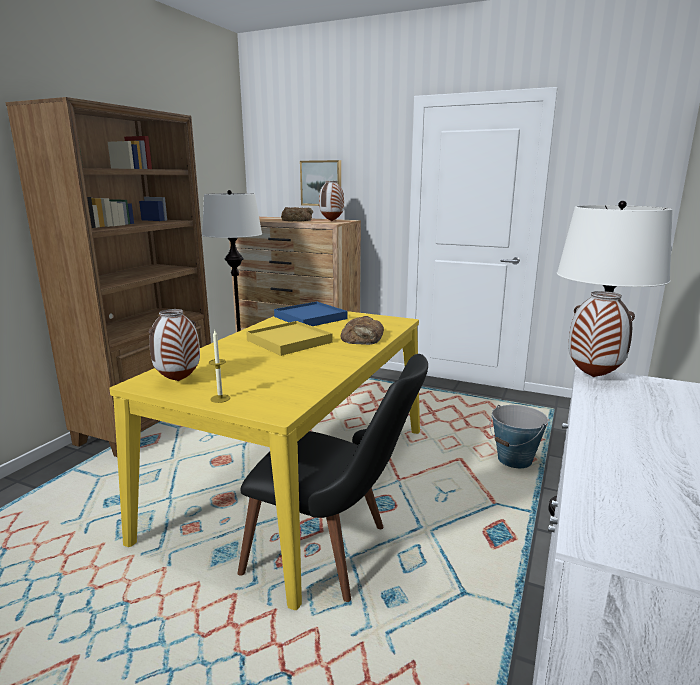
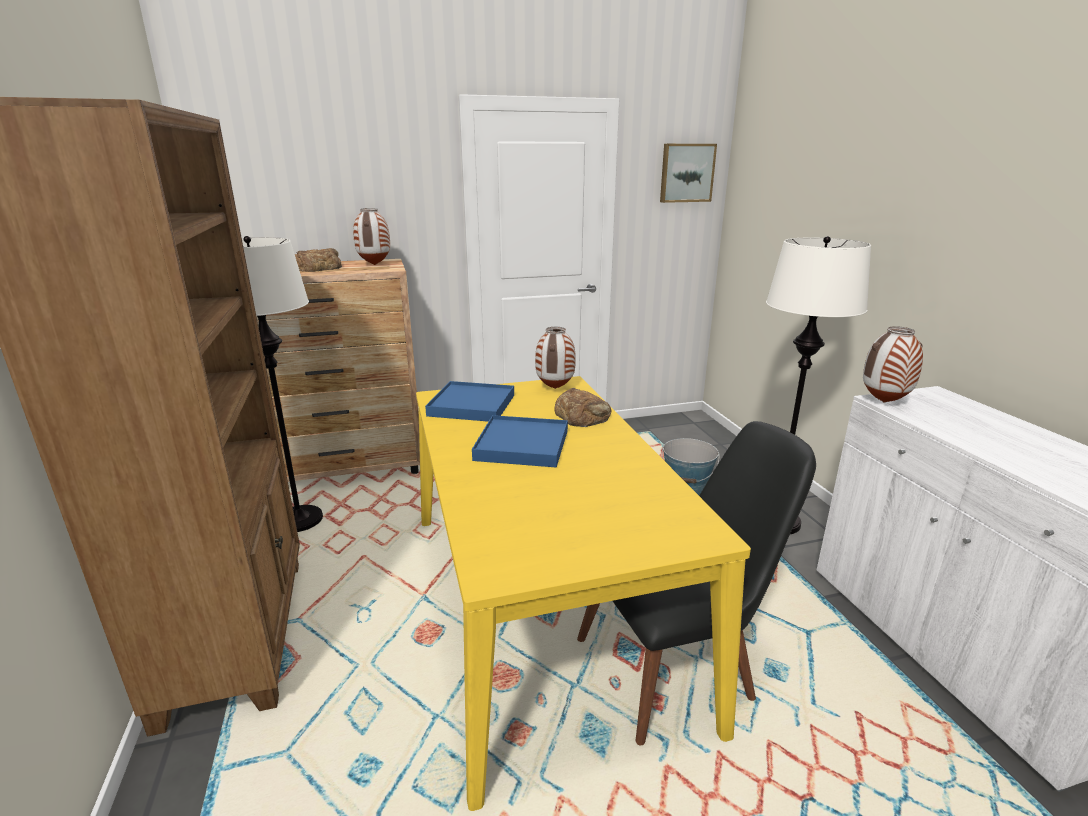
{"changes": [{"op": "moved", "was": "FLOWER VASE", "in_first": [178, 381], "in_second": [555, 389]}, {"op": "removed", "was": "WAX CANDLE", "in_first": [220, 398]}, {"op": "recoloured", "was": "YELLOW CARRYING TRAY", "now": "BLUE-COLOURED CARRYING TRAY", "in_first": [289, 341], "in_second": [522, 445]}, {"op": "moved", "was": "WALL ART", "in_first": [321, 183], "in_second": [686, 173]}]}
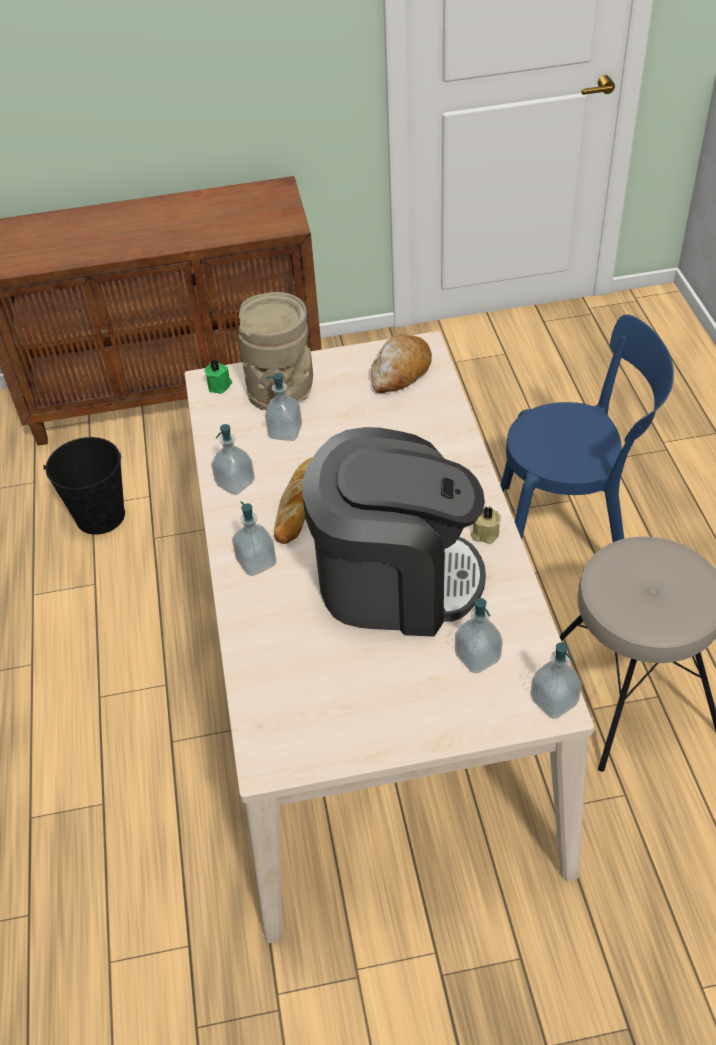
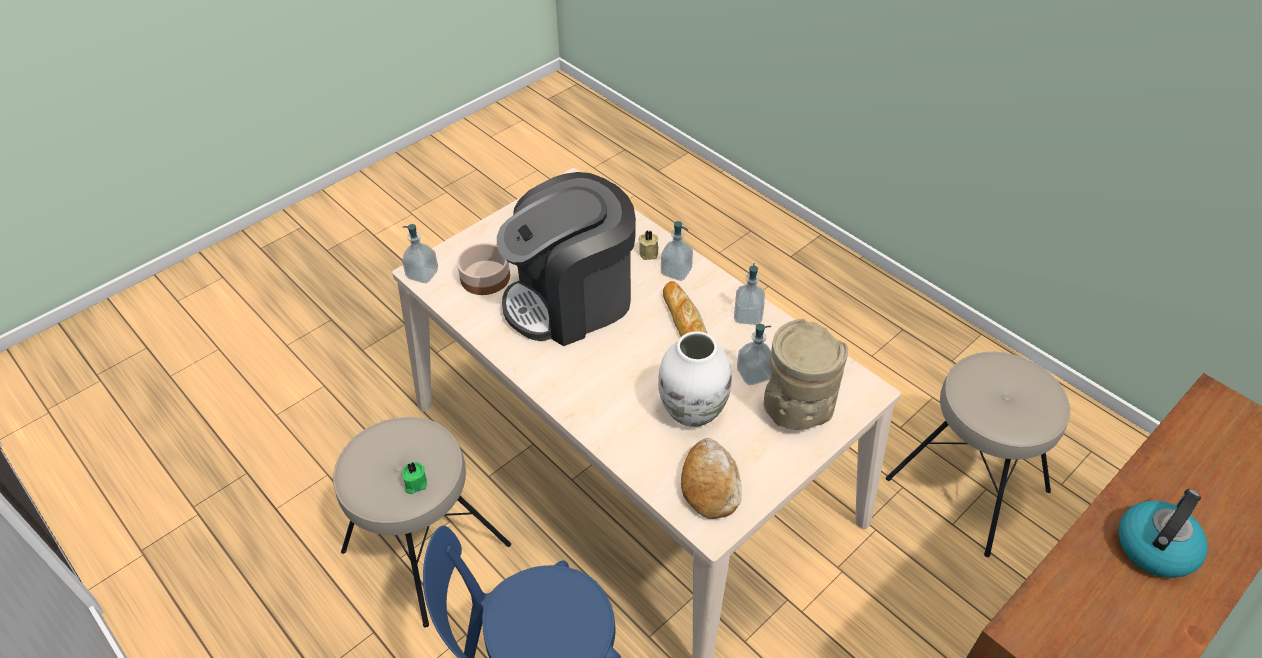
{"changes": [{"op": "replaced", "was": "BLACK-COLOURED WATER BUCKET", "now": "BEIGE-COLOURED STOOL SEAT", "in_first": [100, 516], "in_second": [968, 483]}, {"op": "moved", "was": "GREEN WAX CANDLE", "in_first": [220, 385], "in_second": [415, 483]}, {"op": "replaced", "was": "LIQUID SOAP BOTTLE", "now": "BOWL", "in_first": [477, 657], "in_second": [485, 278]}, {"op": "moved", "was": "BEIGE-COLOURED WAX CANDLE", "in_first": [485, 533], "in_second": [649, 252]}, {"op": "added", "now": "WHITE-COLOURED FLOWER VASE", "in_second": [693, 411]}, {"op": "added", "now": "TEA KETTLE", "in_second": [1155, 546]}]}
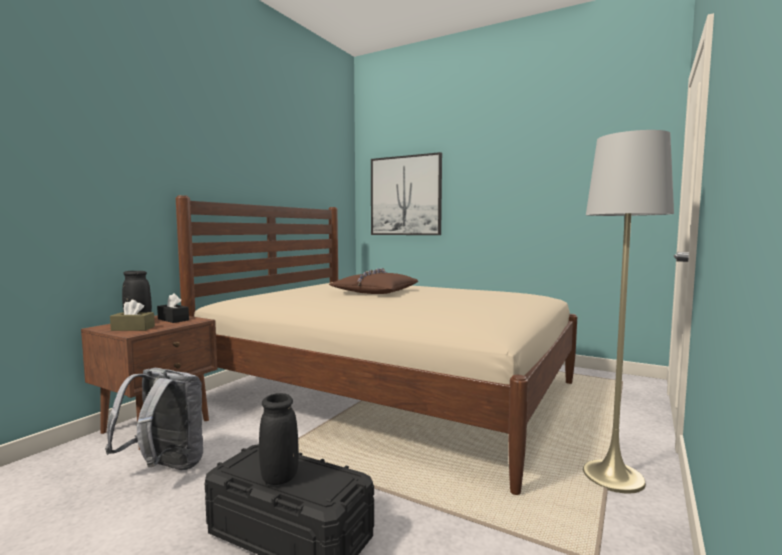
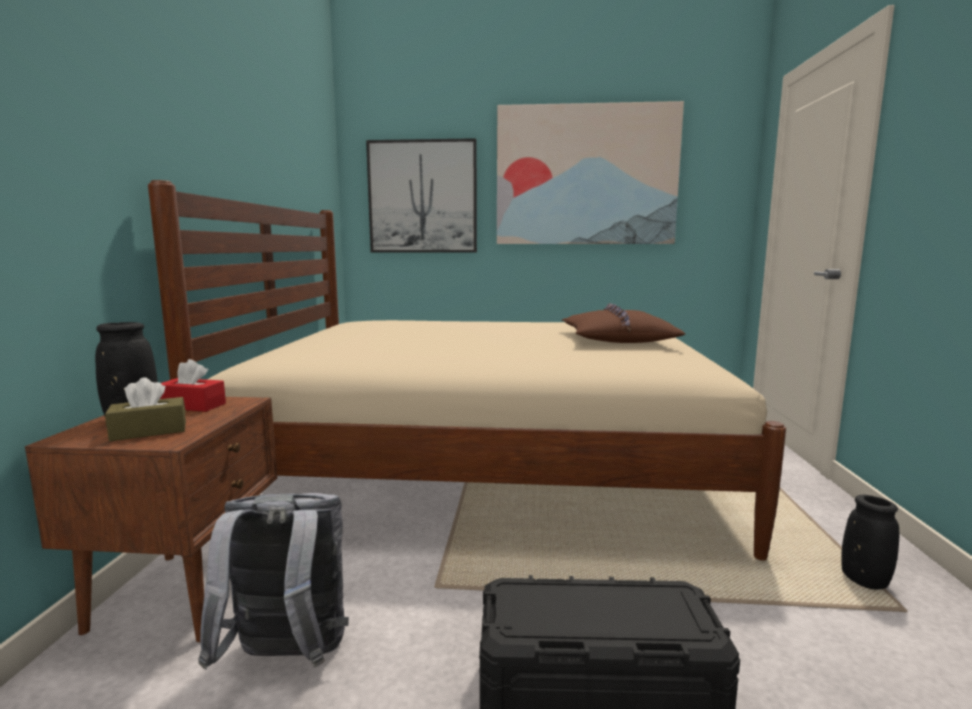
{"changes": [{"op": "recoloured", "was": "BLACK-COLOURED TISSUE BOX", "now": "RED TISSUE BOX", "in_first": [173, 319], "in_second": [192, 405]}, {"op": "moved", "was": "BLACK-COLOURED FLOWER VASE", "in_first": [280, 477], "in_second": [864, 581]}, {"op": "moved", "was": "BROWN-COLOURED PILLOW", "in_first": [375, 292], "in_second": [617, 339]}, {"op": "removed", "was": "GREY STANDARD LAMP", "in_first": [613, 476]}, {"op": "added", "now": "WALL ART", "in_second": [586, 175]}]}
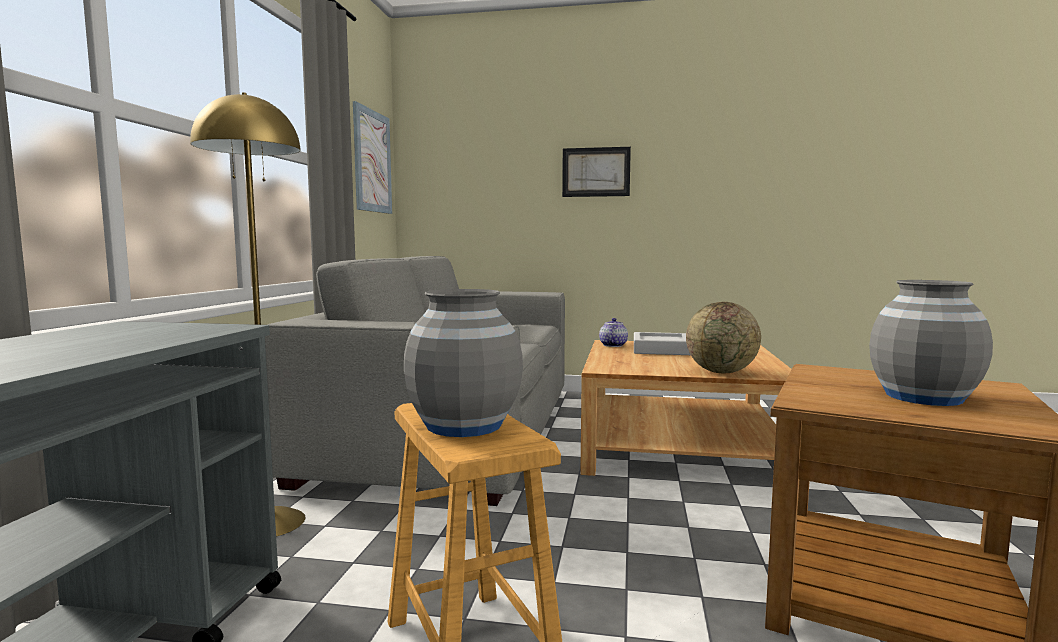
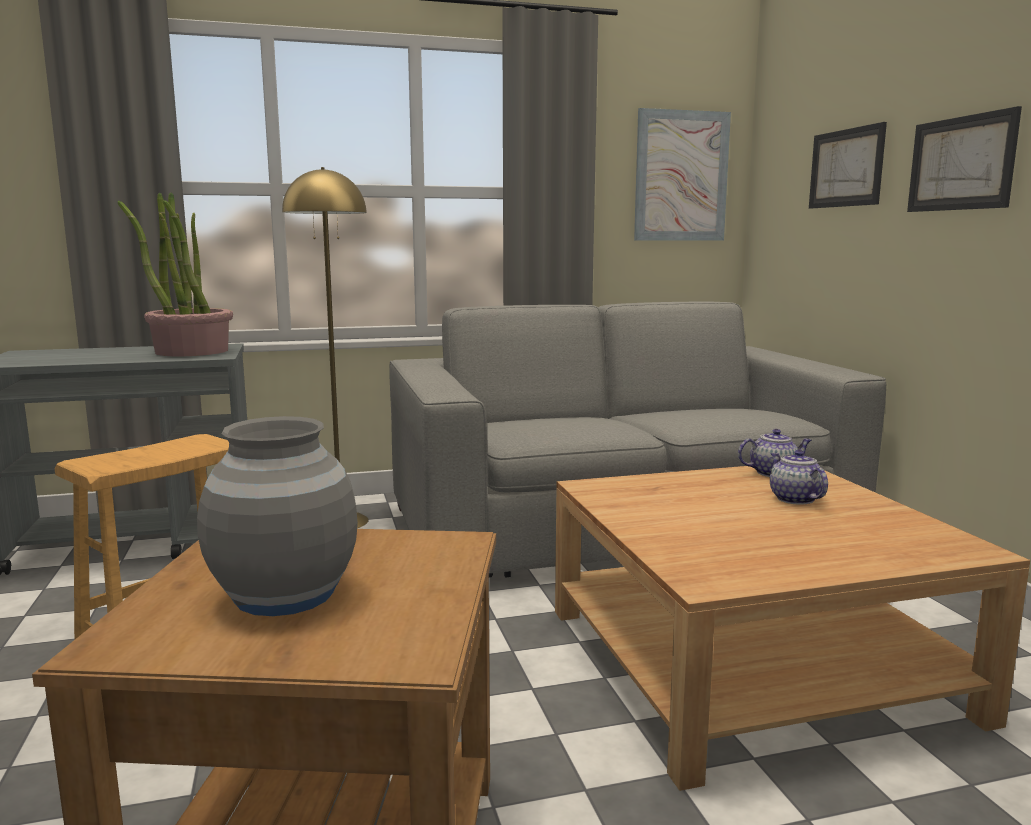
{"changes": [{"op": "removed", "was": "GREY FLOWER VASE", "in_first": [464, 425]}, {"op": "replaced", "was": "GREY CARRYING TRAY", "now": "TEA POT", "in_first": [661, 349], "in_second": [793, 499]}, {"op": "removed", "was": "WORLD GLOBE", "in_first": [721, 372]}, {"op": "added", "now": "HOUSEPLANT", "in_second": [191, 351]}, {"op": "added", "now": "WALL ART", "in_second": [846, 168]}]}
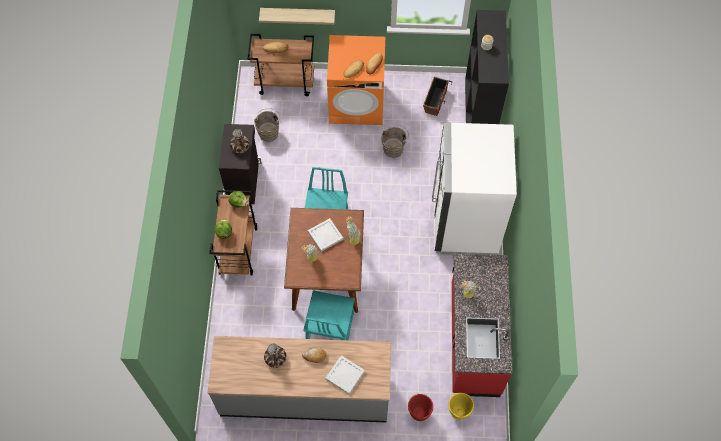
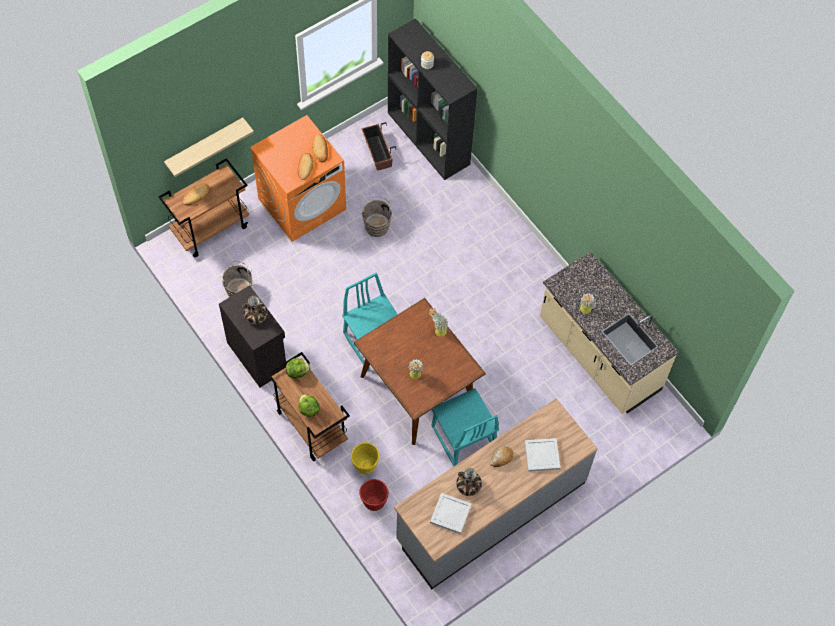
{"changes": [{"op": "moved", "was": "WHITE-COLOURED CARRYING TRAY", "in_first": [325, 236], "in_second": [451, 514]}, {"op": "moved", "was": "RED PLANTER", "in_first": [419, 413], "in_second": [374, 502]}, {"op": "removed", "was": "WHITE-COLOURED REFRIGERATOR", "in_first": [465, 222]}, {"op": "moved", "was": "YELLOW PLANTER", "in_first": [458, 412], "in_second": [365, 467]}, {"op": "recoloured", "was": "RED COUNTER", "now": "BEIGE-COLOURED COUNTER", "in_first": [473, 340], "in_second": [598, 356]}]}
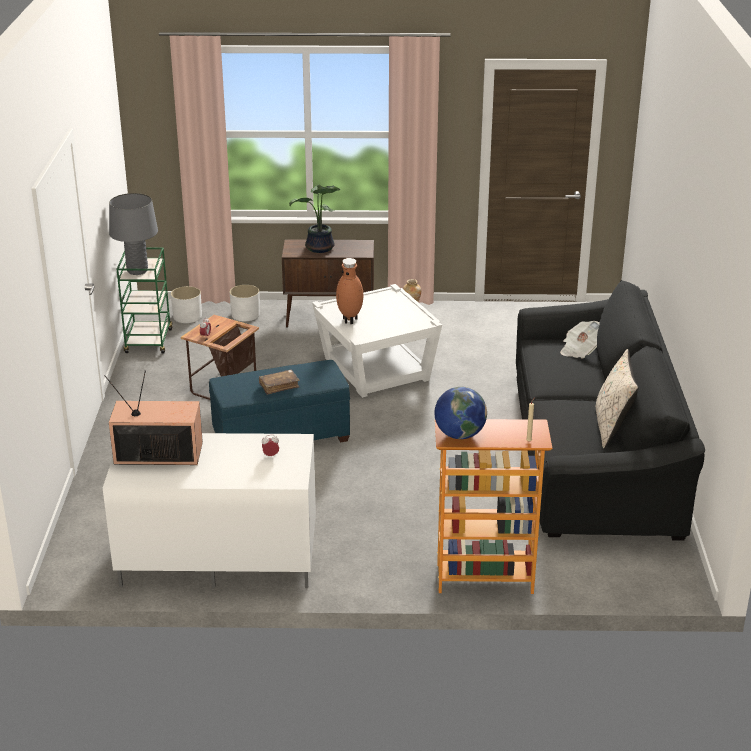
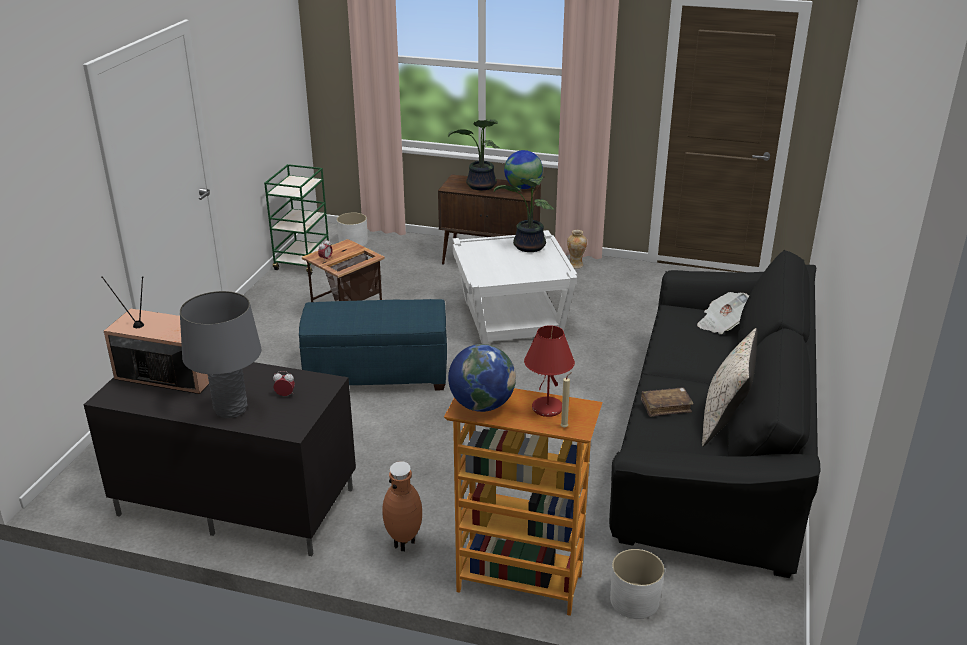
{"changes": [{"op": "recoloured", "was": "WHITE-COLOURED TV STAND", "now": "BLACK-COLOURED TV STAND", "in_first": [217, 560], "in_second": [234, 503]}, {"op": "moved", "was": "GREY LAMP FOR A TABLE", "in_first": [137, 271], "in_second": [231, 409]}, {"op": "moved", "was": "WHITE-COLOURED PLANTER", "in_first": [245, 315], "in_second": [635, 601]}, {"op": "moved", "was": "BROWN-COLOURED BOOK", "in_first": [279, 386], "in_second": [666, 406]}, {"op": "moved", "was": "BROWN-COLOURED FLOWER VASE", "in_first": [350, 320], "in_second": [404, 543]}, {"op": "added", "now": "HOUSEPLANT", "in_second": [528, 247]}, {"op": "added", "now": "WORLD GLOBE", "in_second": [523, 187]}, {"op": "added", "now": "RED LAMP FOR A TABLE", "in_second": [547, 409]}]}
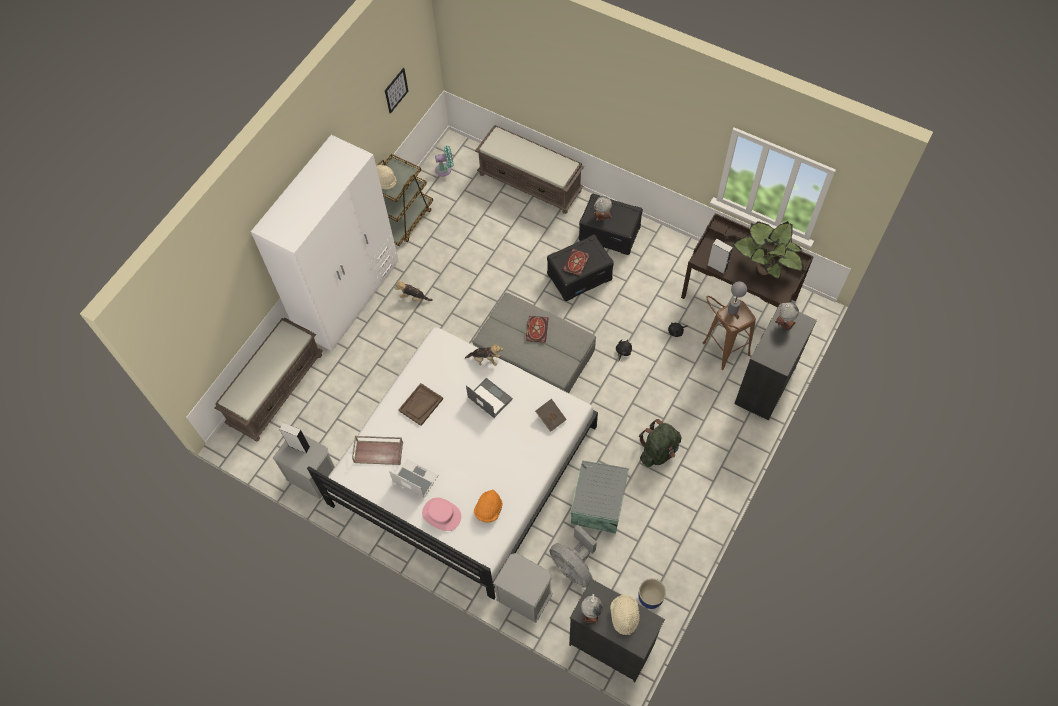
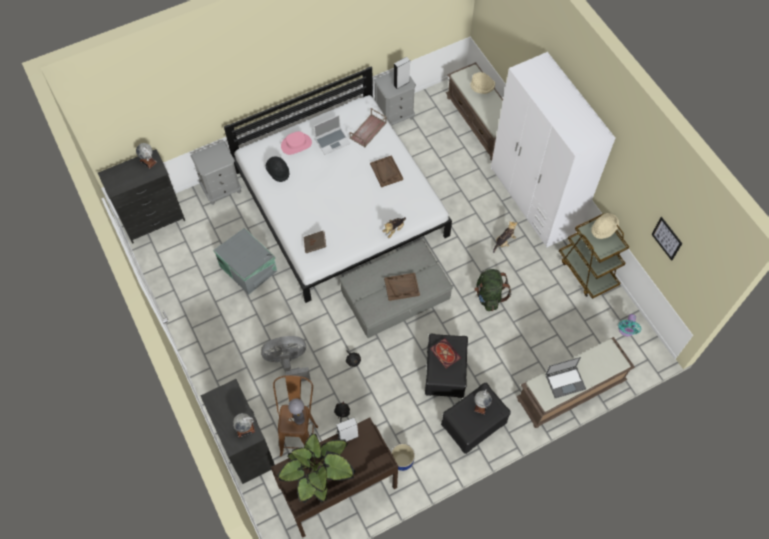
{"changes": [{"op": "moved", "was": "PORTABLE COMPUTER", "in_first": [489, 398], "in_second": [565, 381]}, {"op": "recoloured", "was": "ORANGEY CLOTHING HAT", "now": "BLACK-COLOURED CLOTHING HAT", "in_first": [488, 509], "in_second": [278, 172]}, {"op": "replaced", "was": "BOOK", "now": "BROWN-COLOURED CARRYING TRAY", "in_first": [536, 329], "in_second": [402, 287]}, {"op": "moved", "was": "GREY FAN", "in_first": [574, 566], "in_second": [288, 362]}, {"op": "moved", "was": "BEIGE-COLOURED CLOTHING HAT", "in_first": [624, 616], "in_second": [482, 88]}, {"op": "moved", "was": "GREEN RUCKSACK", "in_first": [659, 451], "in_second": [489, 296]}, {"op": "moved", "was": "BLUE-COLOURED PLANTER", "in_first": [650, 598], "in_second": [402, 460]}]}
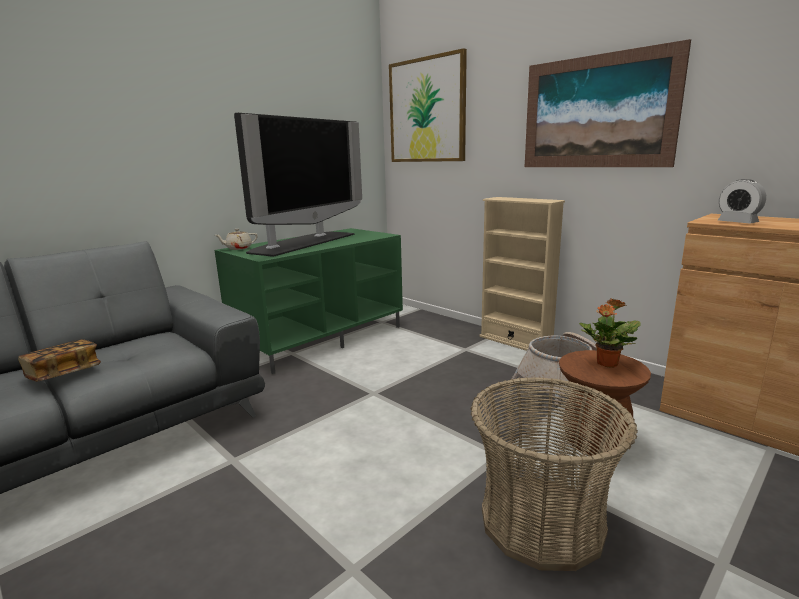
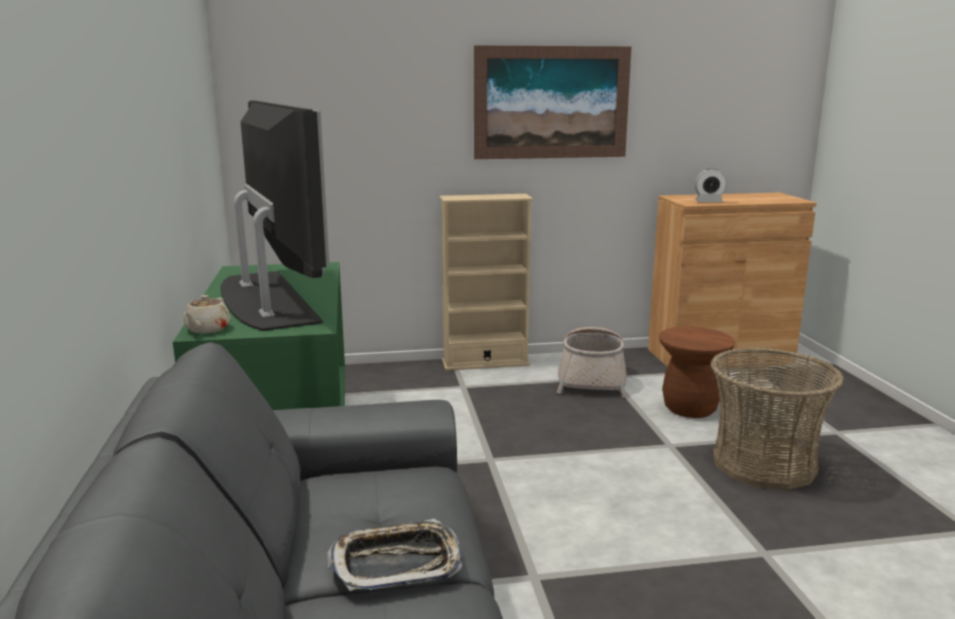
{"changes": [{"op": "replaced", "was": "BOOK", "now": "CARRYING TRAY", "in_first": [64, 373], "in_second": [396, 563]}, {"op": "removed", "was": "WALL ART", "in_first": [427, 111]}, {"op": "removed", "was": "HOUSEPLANT", "in_first": [606, 364]}]}
